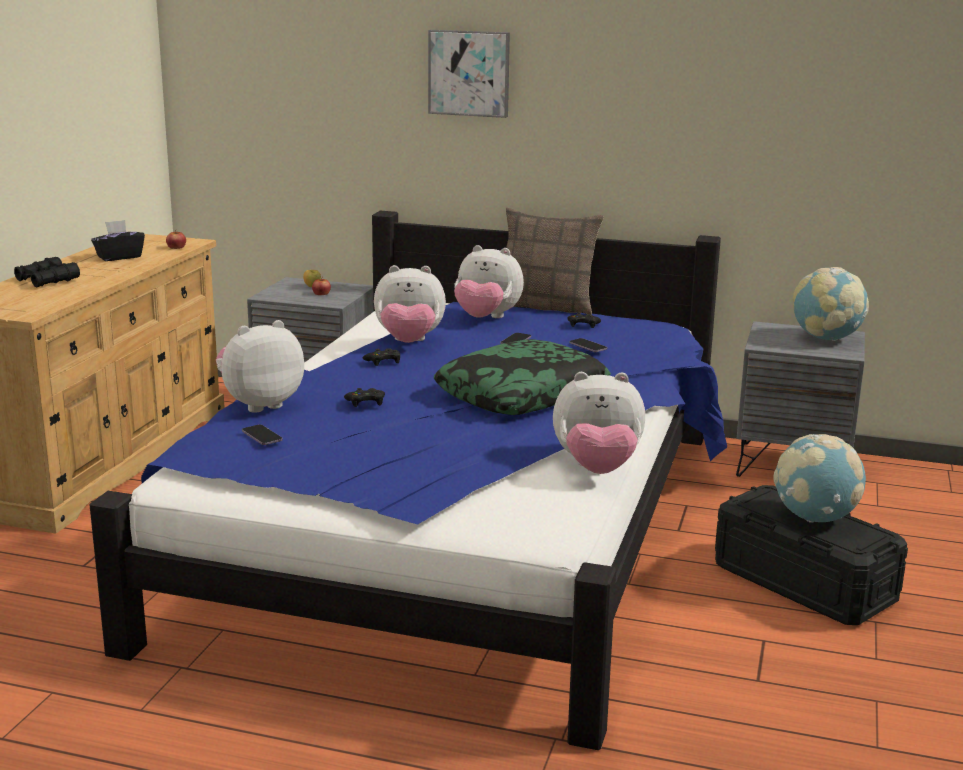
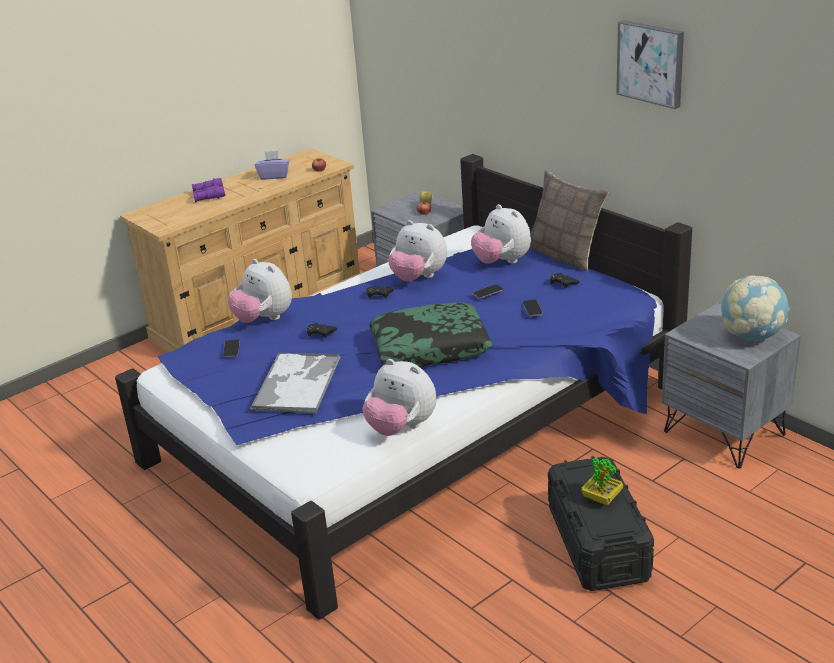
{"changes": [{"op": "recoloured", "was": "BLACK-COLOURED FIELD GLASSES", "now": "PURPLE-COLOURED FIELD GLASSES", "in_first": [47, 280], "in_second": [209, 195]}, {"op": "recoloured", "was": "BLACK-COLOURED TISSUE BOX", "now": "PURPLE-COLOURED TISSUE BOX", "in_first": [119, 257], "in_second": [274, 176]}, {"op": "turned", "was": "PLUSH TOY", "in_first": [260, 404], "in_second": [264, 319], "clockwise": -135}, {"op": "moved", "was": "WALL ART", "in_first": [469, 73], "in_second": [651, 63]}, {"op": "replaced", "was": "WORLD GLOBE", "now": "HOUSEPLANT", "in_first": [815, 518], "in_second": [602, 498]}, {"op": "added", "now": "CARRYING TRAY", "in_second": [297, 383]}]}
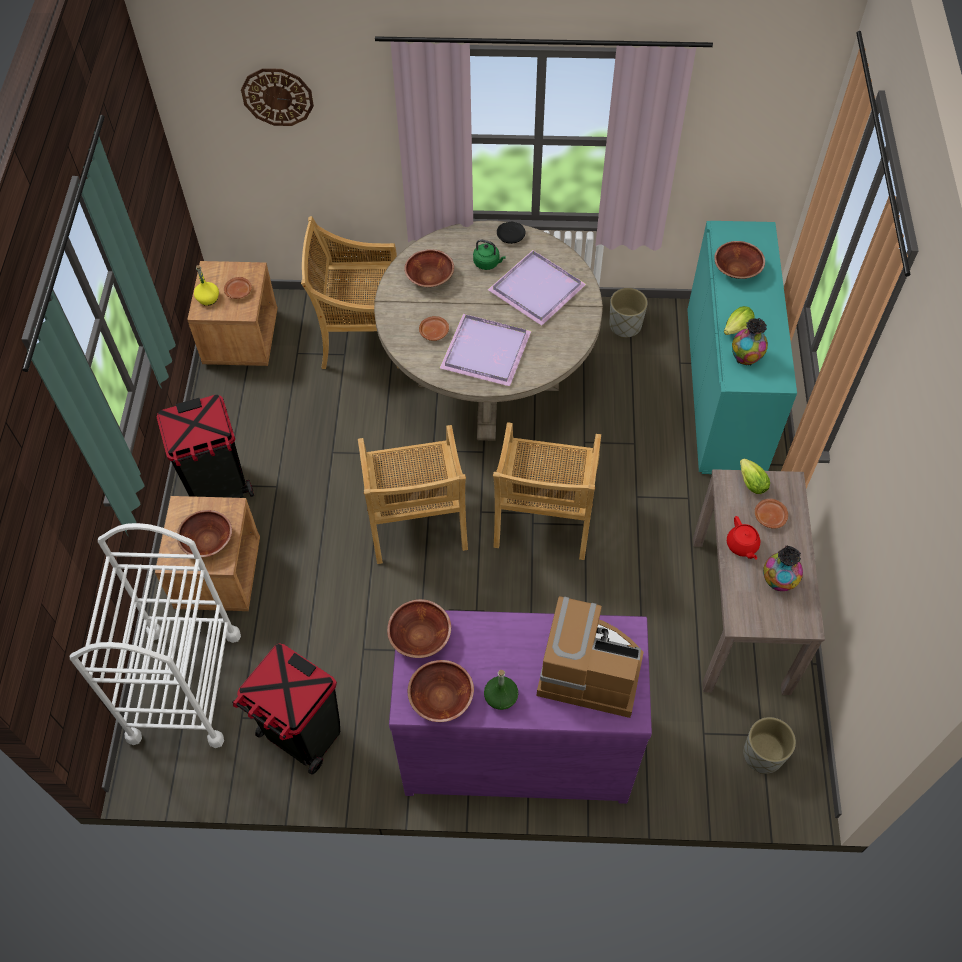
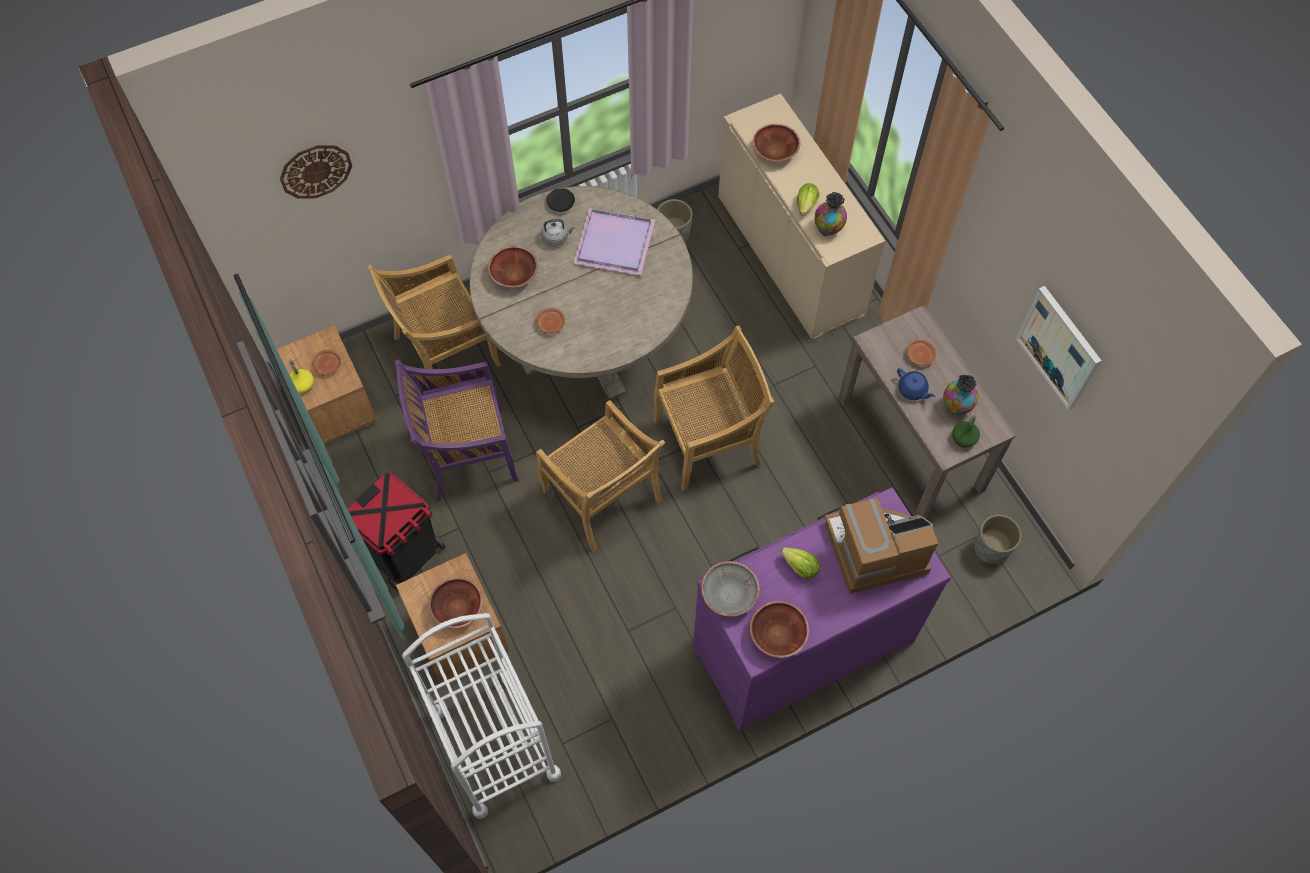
{"changes": [{"op": "removed", "was": "BLACK-COLOURED TRASH CAN", "in_first": [303, 735]}, {"op": "recoloured", "was": "BROWN-COLOURED BOWL", "now": "GREY BOWL", "in_first": [420, 636], "in_second": [729, 594]}, {"op": "removed", "was": "PURPLE-COLOURED CARRYING TRAY", "in_first": [487, 350]}, {"op": "recoloured", "was": "GREEN TEA KETTLE", "now": "GREY TEA KETTLE", "in_first": [488, 263], "in_second": [557, 238]}, {"op": "moved", "was": "GREEN BOTTLE", "in_first": [500, 697], "in_second": [964, 438]}, {"op": "turned", "was": "BEIGE-COLOURED UPRIGHT CHAIR", "in_first": [544, 518], "in_second": [709, 441], "clockwise": -90}, {"op": "recoloured", "was": "TURQUOISE-COLOURED CUPBOARD", "now": "BEIGE-COLOURED CUPBOARD", "in_first": [724, 390], "in_second": [790, 255]}, {"op": "recoloured", "was": "RED TEA POT", "now": "BLUE-COLOURED TEA POT", "in_first": [742, 545], "in_second": [912, 390]}, {"op": "moved", "was": "HEAD OF LETTUCE", "in_first": [750, 481], "in_second": [798, 565]}, {"op": "added", "now": "PURPLE-COLOURED UPRIGHT CHAIR", "in_second": [466, 454]}, {"op": "added", "now": "WALL ART", "in_second": [1059, 347]}]}
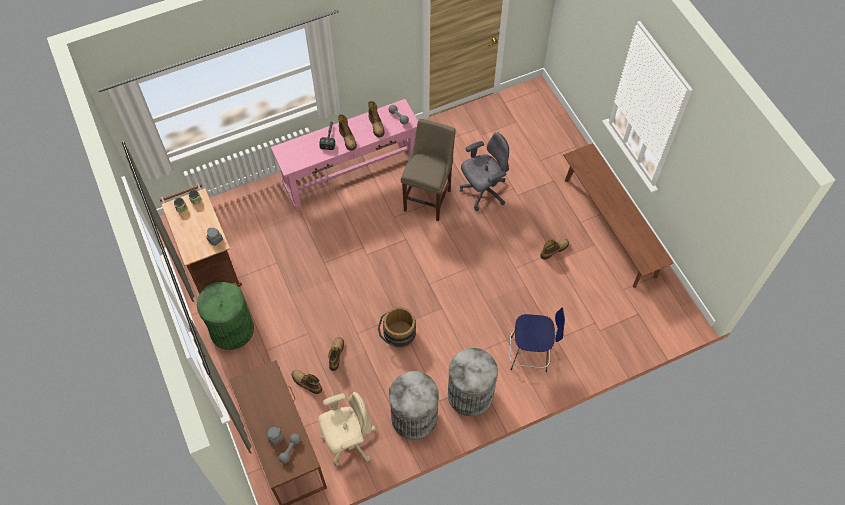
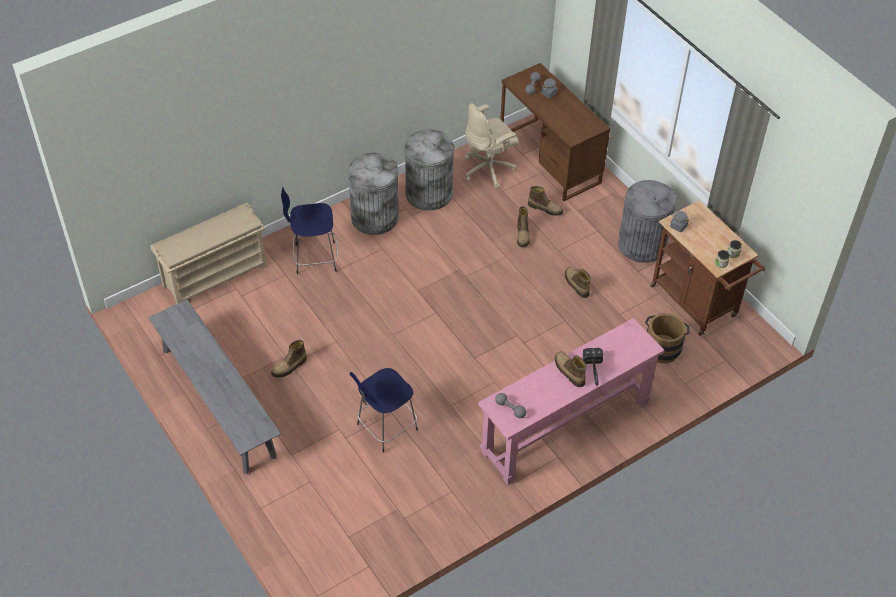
{"changes": [{"op": "recoloured", "was": "GREEN TRASH CAN", "now": "GREY TRASH CAN", "in_first": [231, 329], "in_second": [642, 245]}, {"op": "moved", "was": "HIGH-TOP BOOT", "in_first": [376, 125], "in_second": [576, 284]}, {"op": "moved", "was": "BROWN-COLOURED WATER BUCKET", "in_first": [398, 337], "in_second": [662, 346]}, {"op": "removed", "was": "BEIGE-COLOURED STOOL SEAT", "in_first": [428, 198]}, {"op": "replaced", "was": "GREY OFFICE CHAIR", "now": "BLUE-COLOURED STOOL SEAT", "in_first": [483, 191], "in_second": [385, 428]}, {"op": "recoloured", "was": "BROWN-COLOURED LONG SEAT", "now": "GREY LONG SEAT", "in_first": [609, 227], "in_second": [218, 402]}, {"op": "added", "now": "BEIGE-COLOURED SHOE STAND", "in_second": [215, 275]}]}
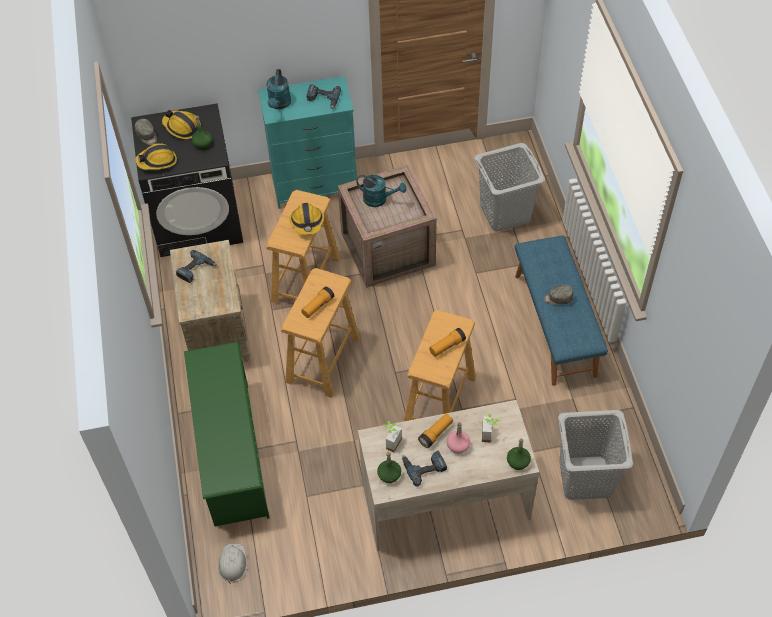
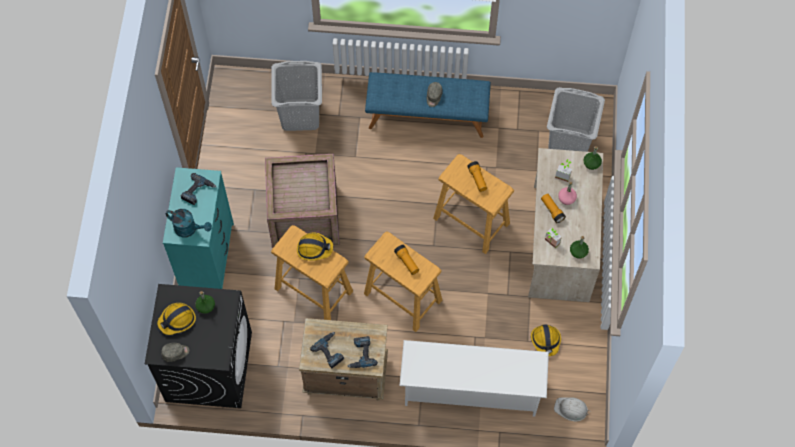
{"changes": [{"op": "moved", "was": "WORK HELMET", "in_first": [157, 161], "in_second": [545, 341]}, {"op": "recoloured", "was": "GREEN SHOE STAND", "now": "WHITE-COLOURED SHOE STAND", "in_first": [231, 453], "in_second": [471, 389]}, {"op": "removed", "was": "TURQUOISE-COLOURED SPRINKLING CAN", "in_first": [379, 199]}, {"op": "moved", "was": "POWER DRILL", "in_first": [424, 466], "in_second": [360, 354]}]}
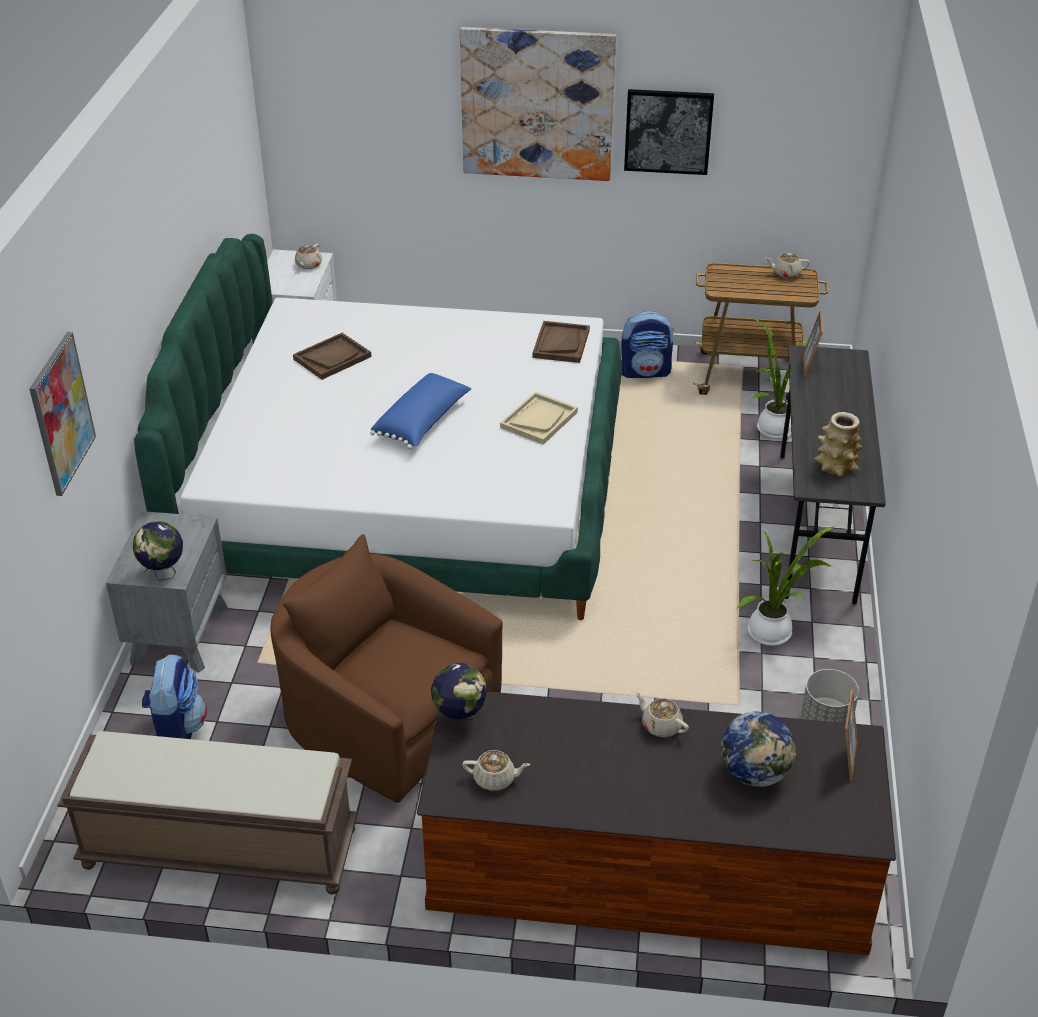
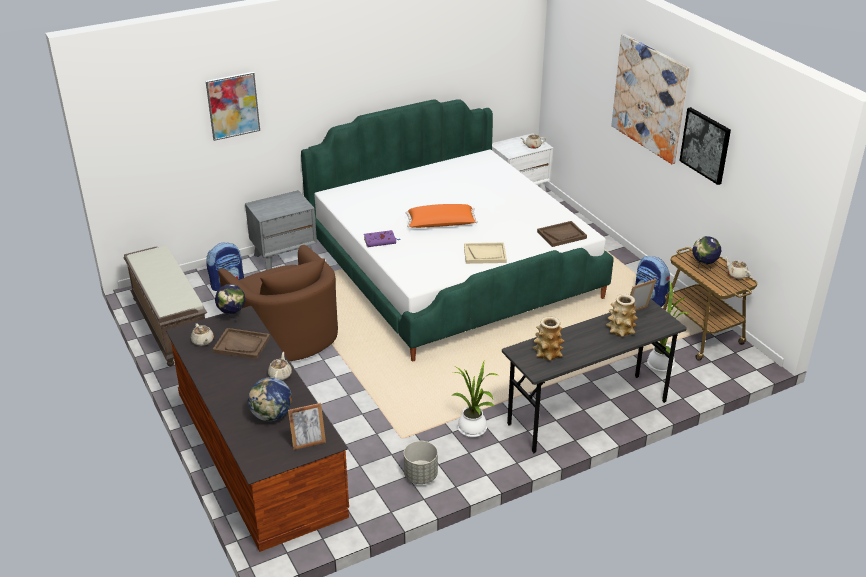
{"changes": [{"op": "moved", "was": "WORLD GLOBE", "in_first": [163, 574], "in_second": [703, 268]}, {"op": "turned", "was": "BROWN-COLOURED LOUNGE CHAIR", "in_first": [385, 717], "in_second": [286, 332], "clockwise": 150}, {"op": "moved", "was": "BROWN-COLOURED CARRYING TRAY", "in_first": [332, 358], "in_second": [242, 345]}, {"op": "recoloured", "was": "BLUE-COLOURED PILLOW", "now": "ORANGEY PILLOW", "in_first": [423, 422], "in_second": [441, 225]}, {"op": "added", "now": "PURPLE-COLOURED BOOK", "in_second": [381, 240]}, {"op": "added", "now": "FLOWER VASE", "in_second": [620, 330]}]}
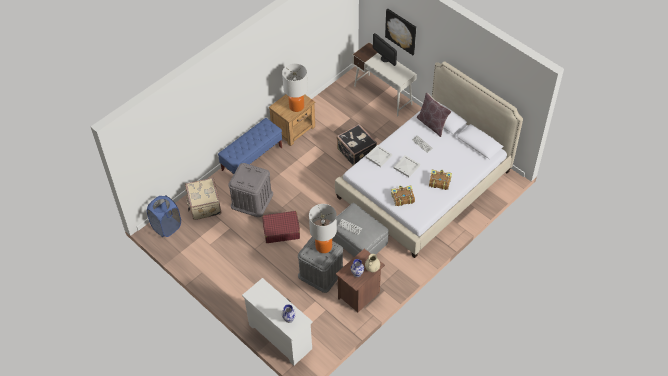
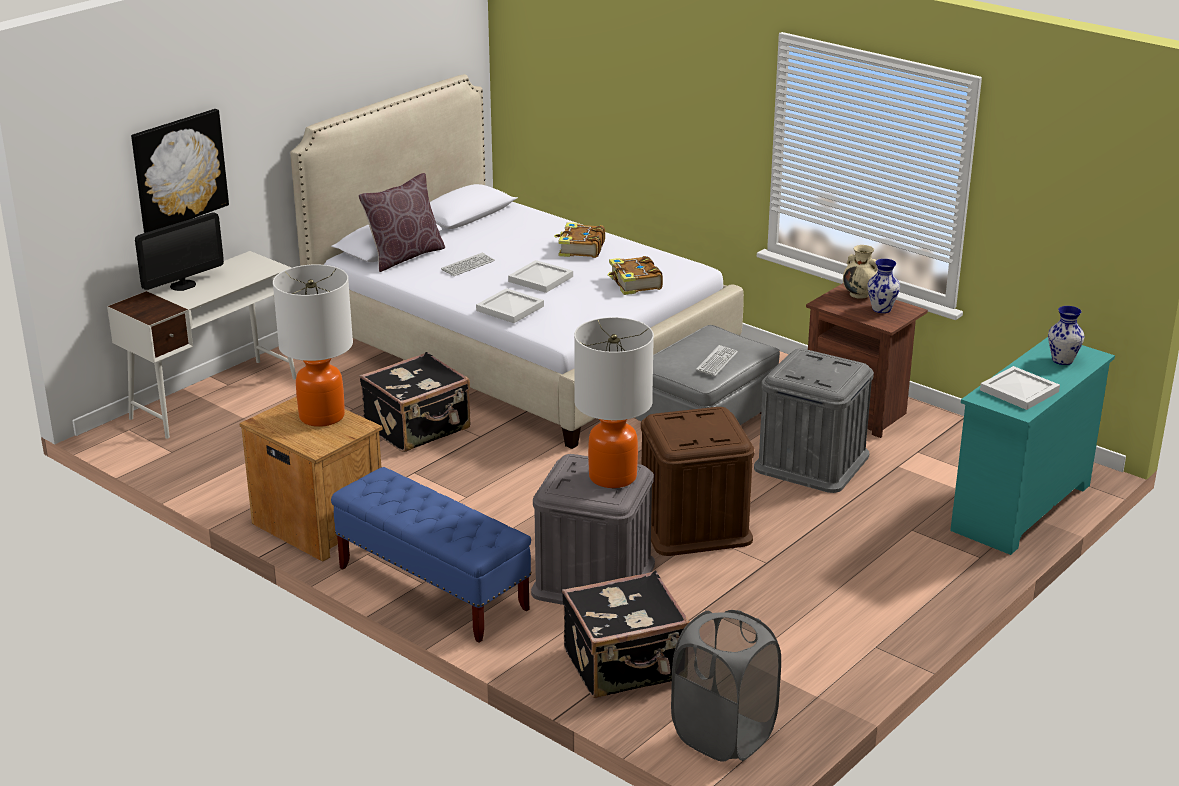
{"changes": [{"op": "recoloured", "was": "BLUE-COLOURED WASHING BASKET", "now": "GREY WASHING BASKET", "in_first": [166, 227], "in_second": [723, 735]}, {"op": "recoloured", "was": "BEIGE-COLOURED SUITCASE", "now": "BLACK-COLOURED SUITCASE", "in_first": [204, 206], "in_second": [626, 666]}, {"op": "recoloured", "was": "WHITE-COLOURED DRAWER CHEST", "now": "TURQUOISE-COLOURED DRAWER CHEST", "in_first": [280, 336], "in_second": [1021, 508]}, {"op": "replaced", "was": "RED SUITCASE", "now": "BROWN-COLOURED STORAGE BIN", "in_first": [281, 230], "in_second": [693, 524]}, {"op": "moved", "was": "LAMP FOR A TABLE", "in_first": [324, 246], "in_second": [613, 477]}, {"op": "added", "now": "WHITE-COLOURED CARRYING TRAY", "in_second": [1019, 391]}]}
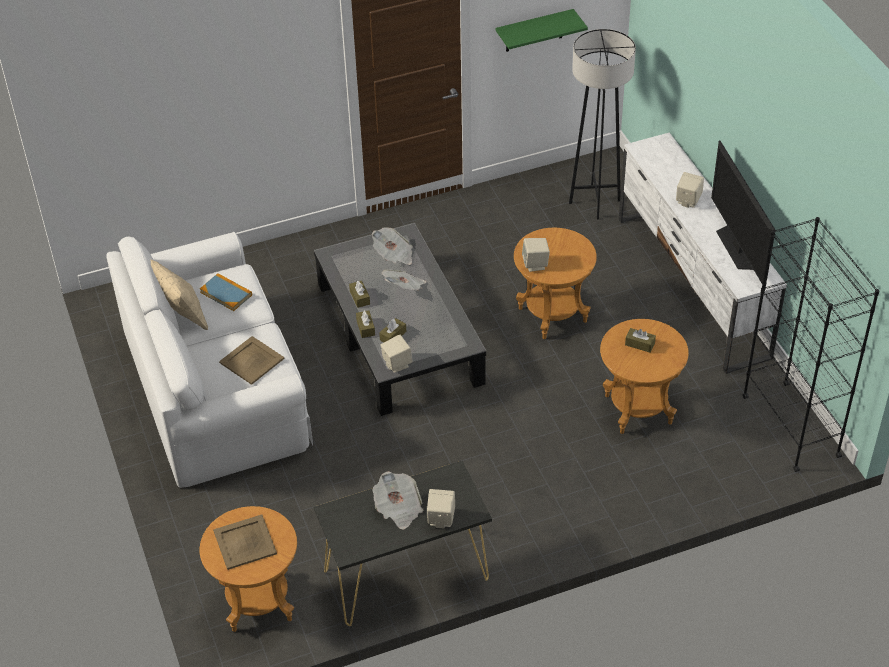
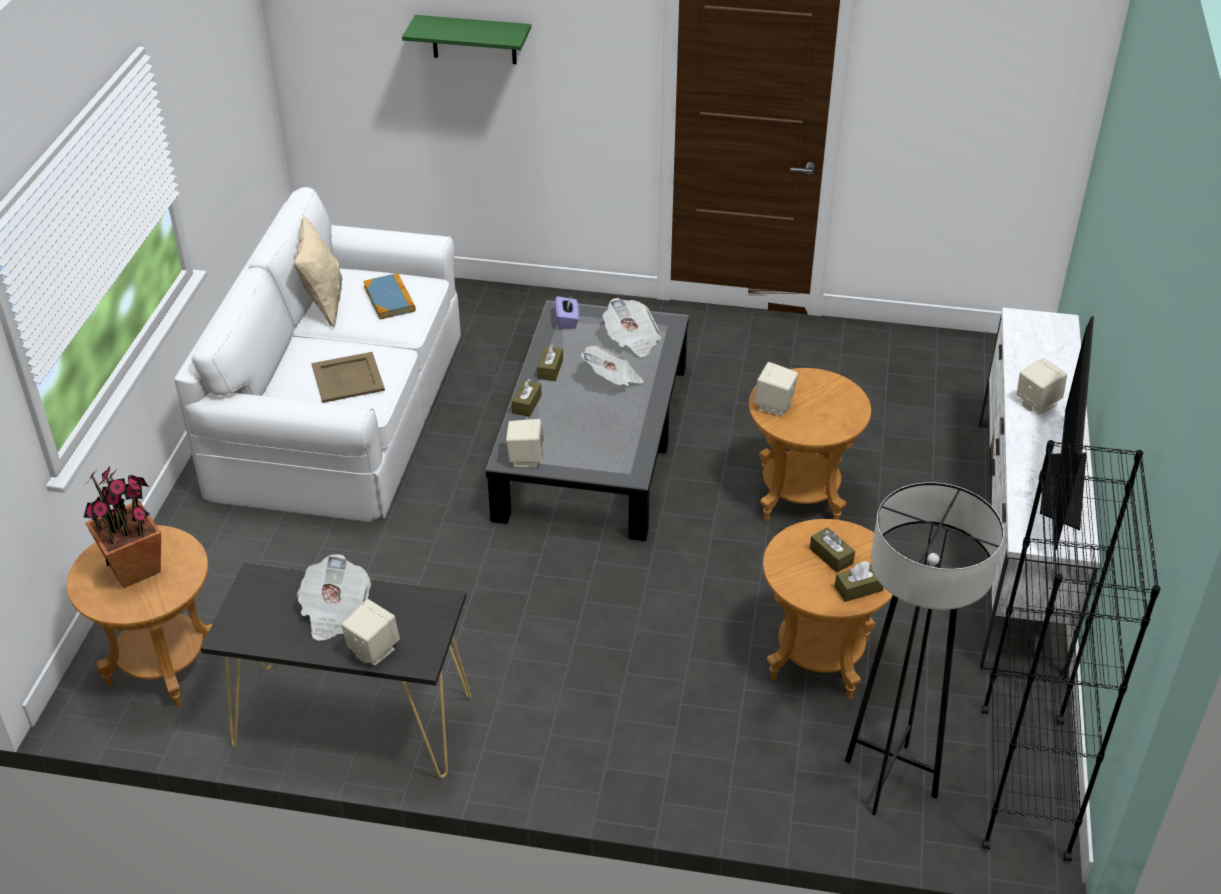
{"changes": [{"op": "replaced", "was": "BEIGE-COLOURED CARRYING TRAY", "now": "HOUSEPLANT", "in_first": [244, 543], "in_second": [135, 568]}, {"op": "moved", "was": "BROWN-COLOURED TISSUE BOX", "in_first": [393, 336], "in_second": [858, 589]}, {"op": "moved", "was": "GREEN SHELF", "in_first": [534, 31], "in_second": [474, 39]}, {"op": "moved", "was": "GREY STANDARD LAMP", "in_first": [594, 202], "in_second": [890, 779]}, {"op": "added", "now": "PURPLE-COLOURED TISSUE BOX", "in_second": [567, 321]}]}
